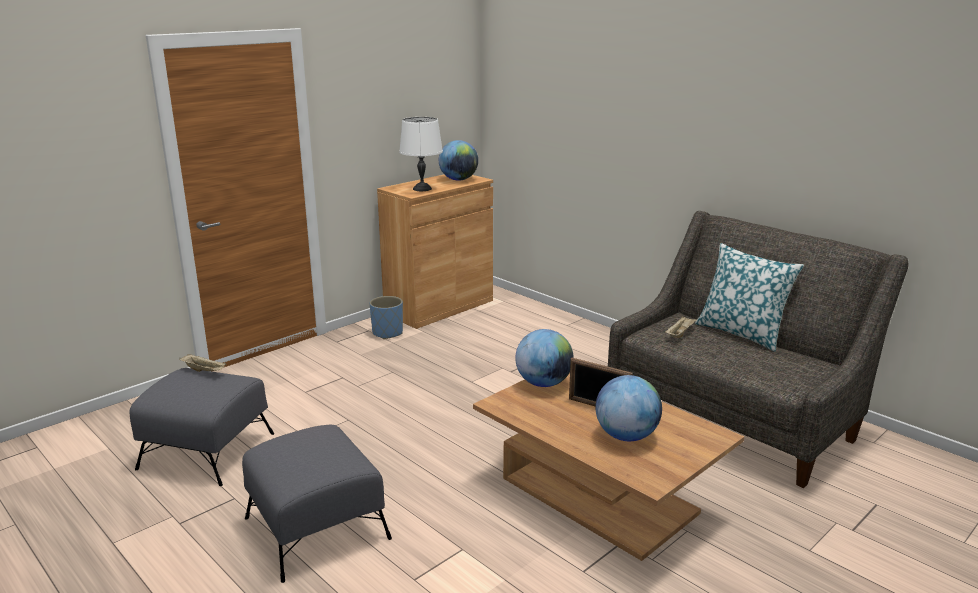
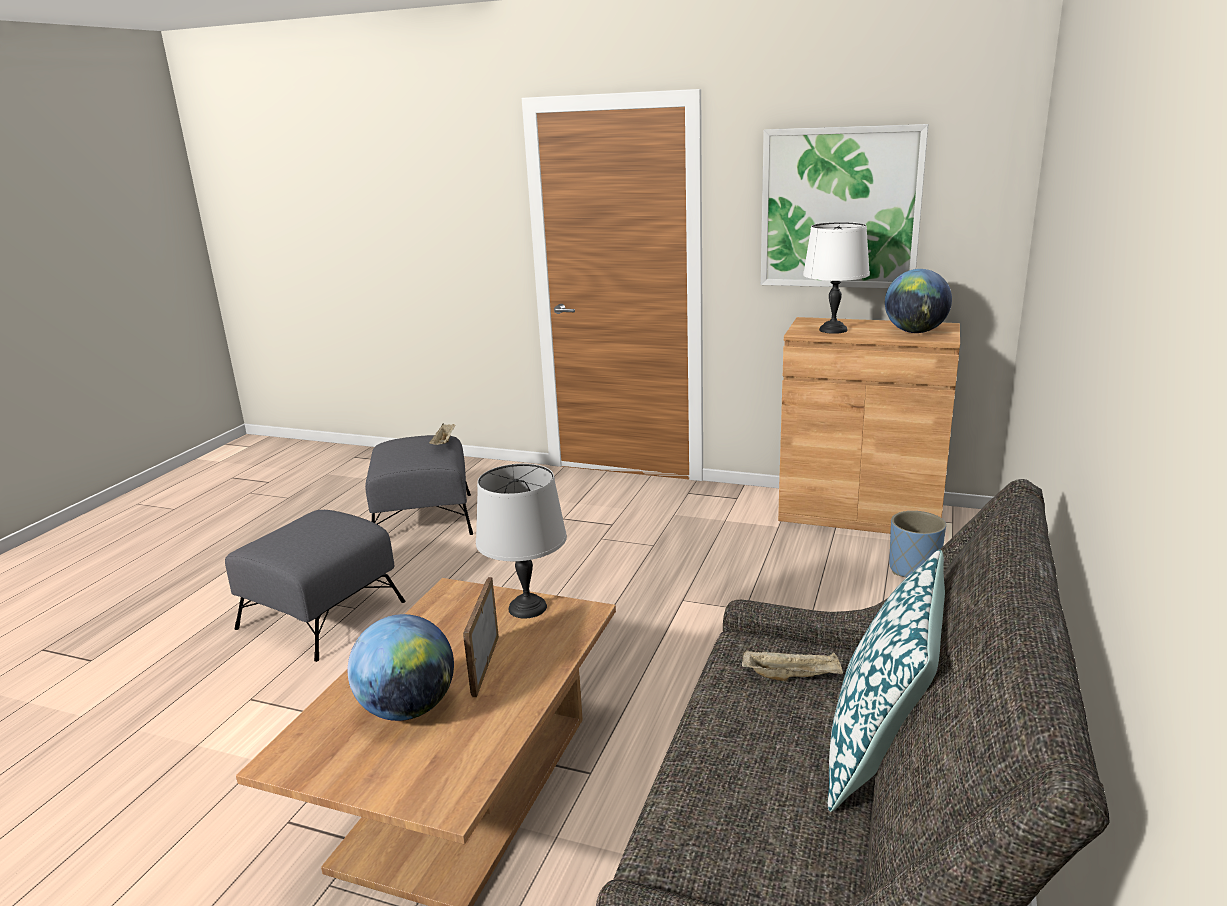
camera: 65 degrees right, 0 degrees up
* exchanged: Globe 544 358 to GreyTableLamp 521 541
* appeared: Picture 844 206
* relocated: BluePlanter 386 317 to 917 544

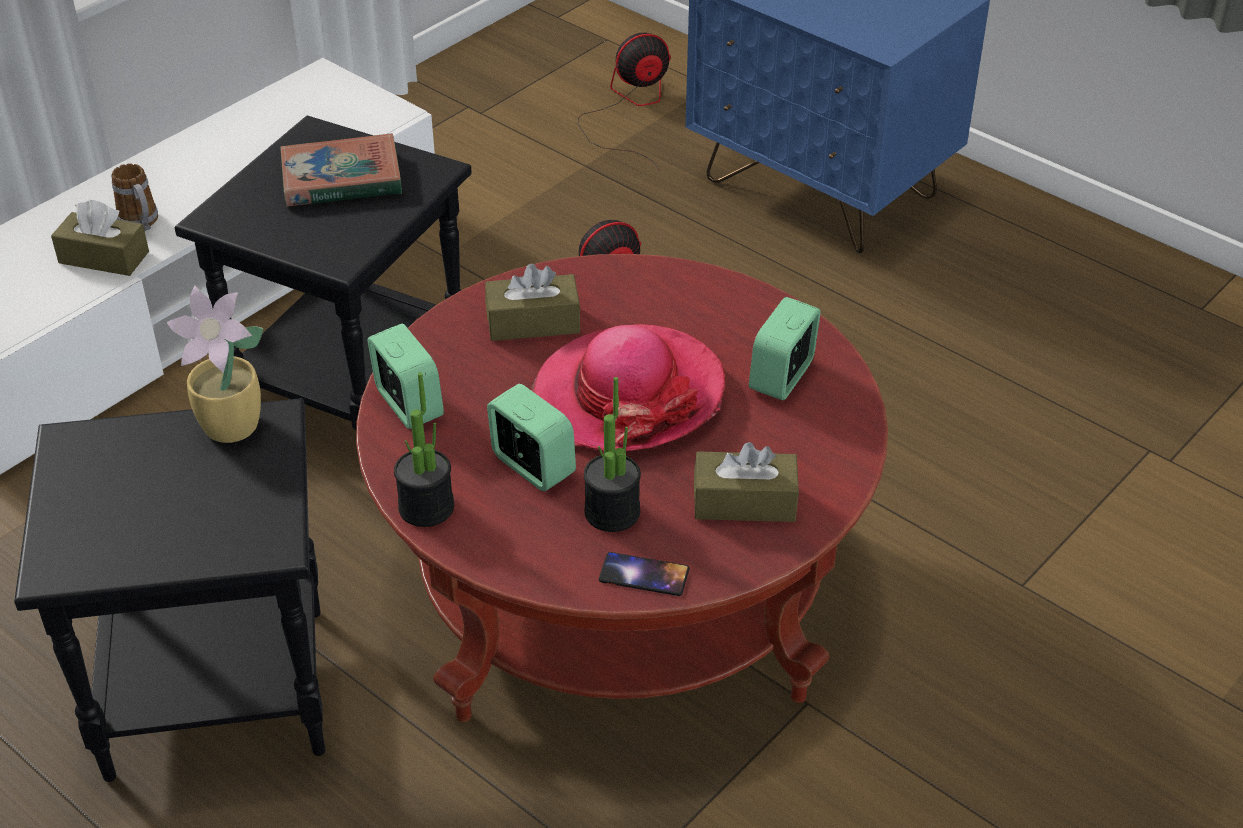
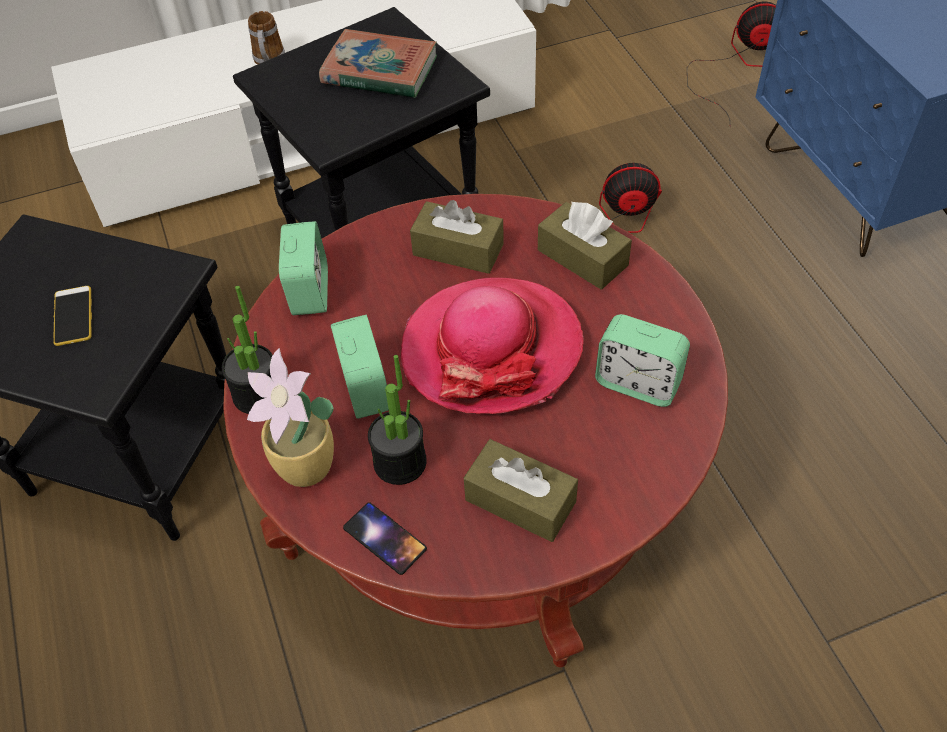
camera: 30 degrees right, 10 degrees up
* appeared: Phone 72 316
* relocated: PottedPlant 215 364 to 290 417
* relocated: BrownTissueBox 100 238 to 585 245
* spun: AlarmClock 785 348 = 642 360 120 degrees counterclockwise

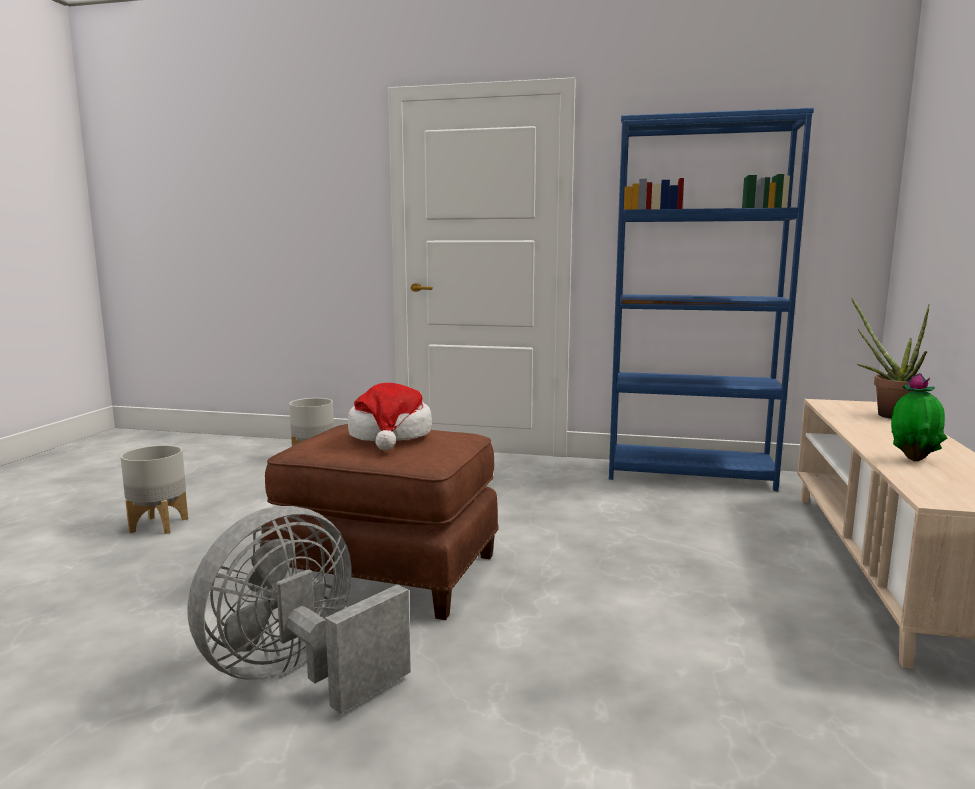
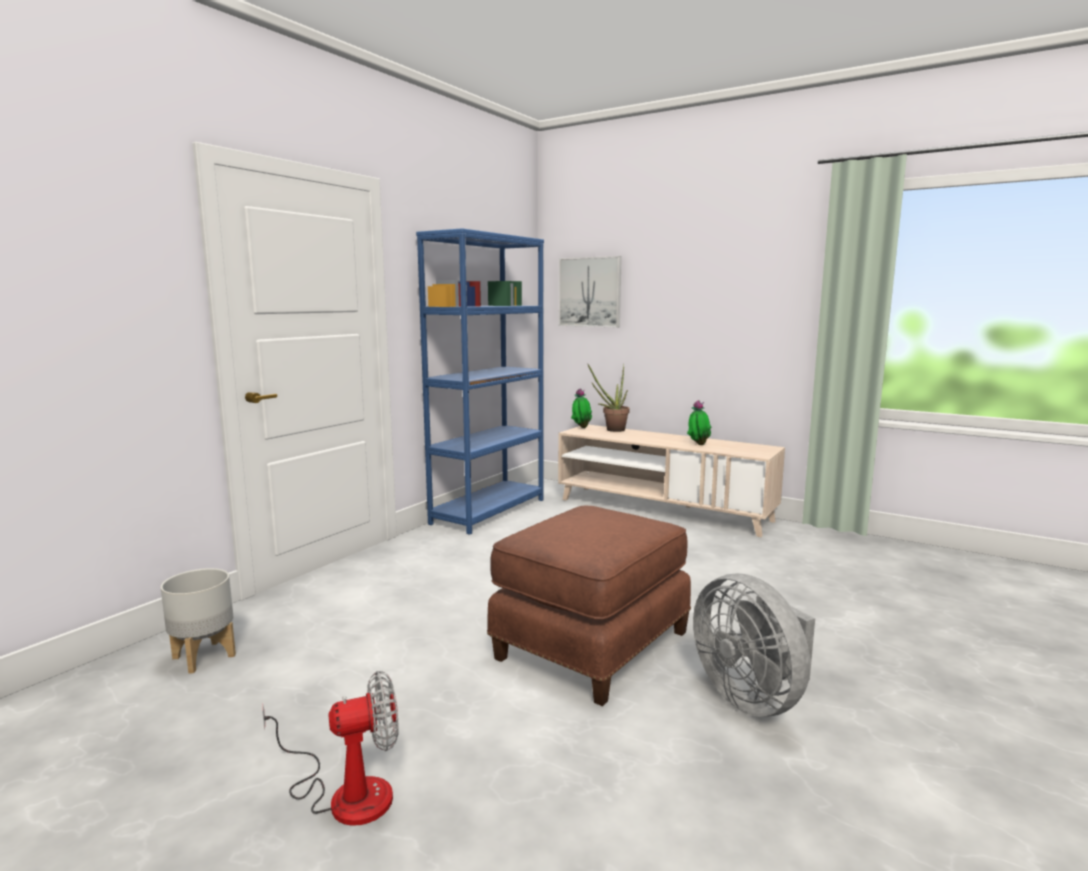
camera: 70 degrees left, 0 degrees up
* exchanged: GreyPlanter 154 489 to Fan 330 748
* appeared: Picture 590 291
* appeared: PottedPlant 581 408
* missing: Hat 390 416

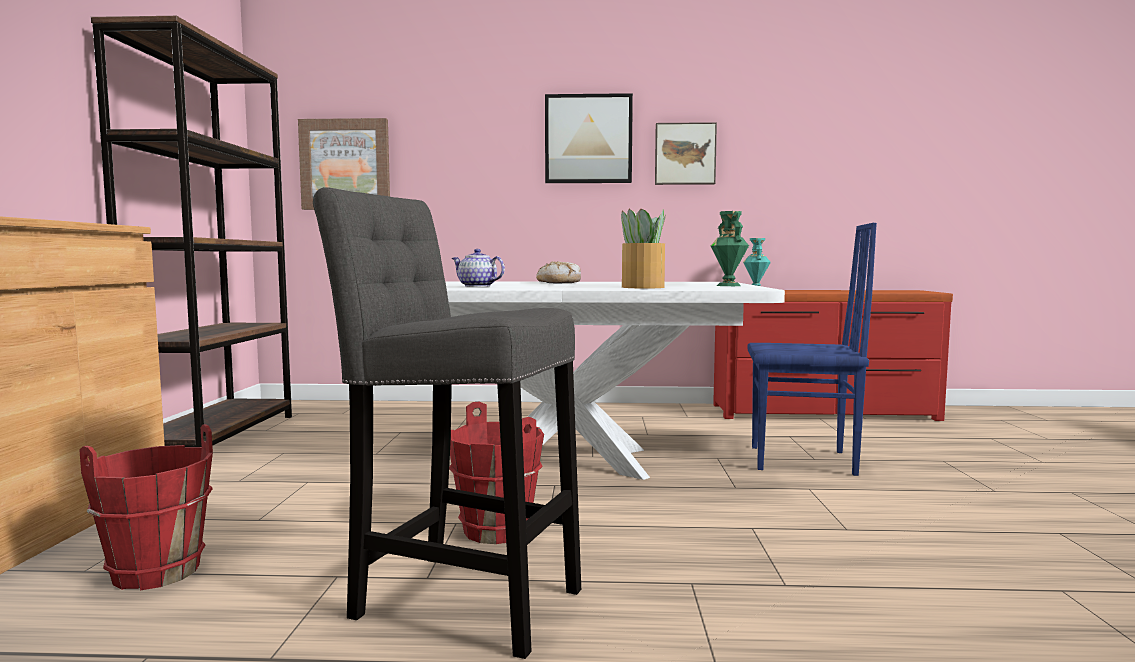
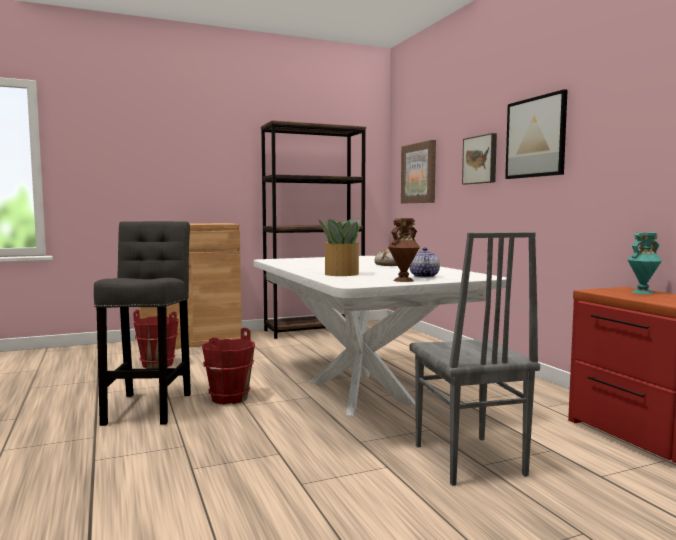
camera: 65 degrees right, 0 degrees up
* colour: GreenVase 730 248 to BrownVase 404 250
* colour: BlueChair 812 349 to GreyChair 474 359
* relocated: Teapot 478 268 to 425 262
* relocated: Picture 686 153 to 479 158

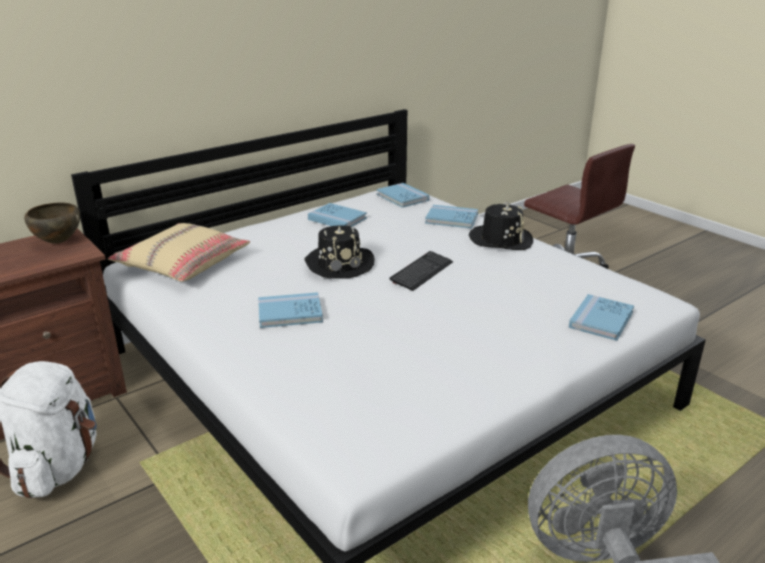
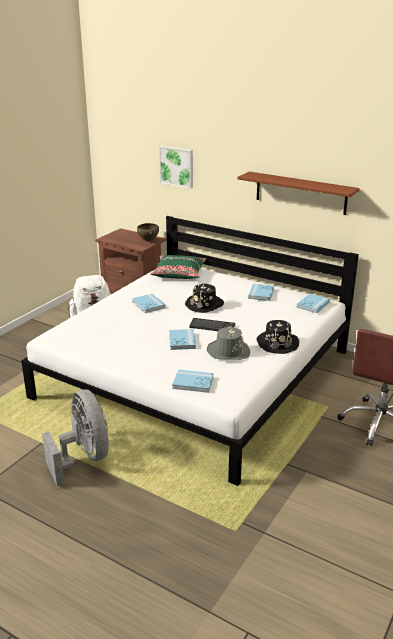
camera: 70 degrees right, 0 degrees up
* colour: BeigePillow 179 252 to GreenPillow 178 267
* appeared: Picture 176 167
* relocated: BlueBook 451 216 to 182 339
* appeared: GreyHat 228 343
* appeared: BrownShelf 299 193

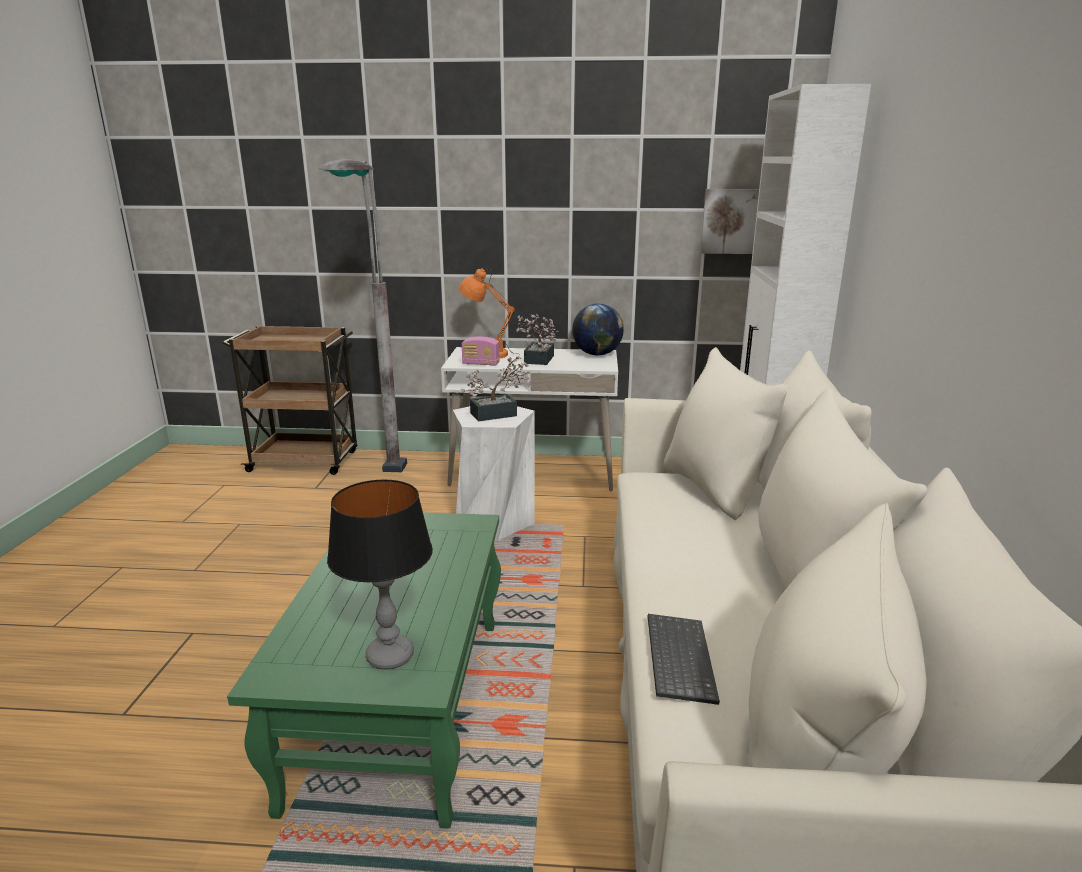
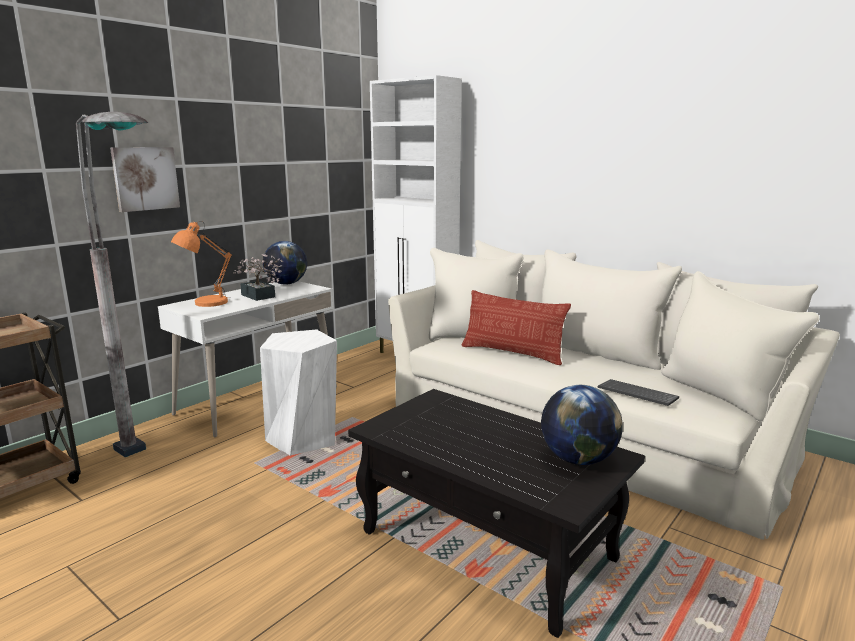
camera: 55 degrees left, 5 degrees down
* relocated: Picture 729 221 to 145 179
* colour: GreenCoffeeTable 364 670 to BlackCoffeeTable 496 513
* appeared: Pillow 516 327
* exchanged: TableLamp 380 575 to Globe 582 425
* missing: PottedPlant 496 389
* missing: Radio 481 351

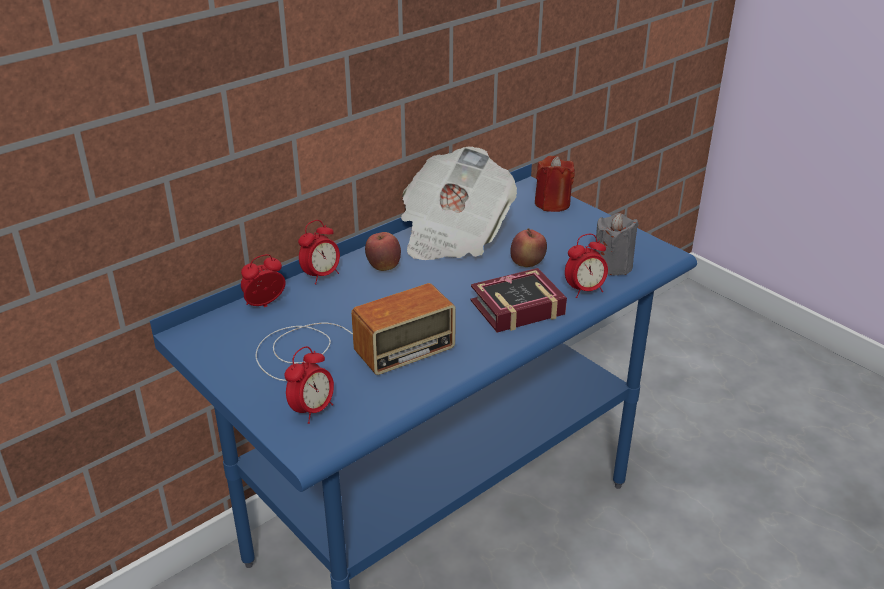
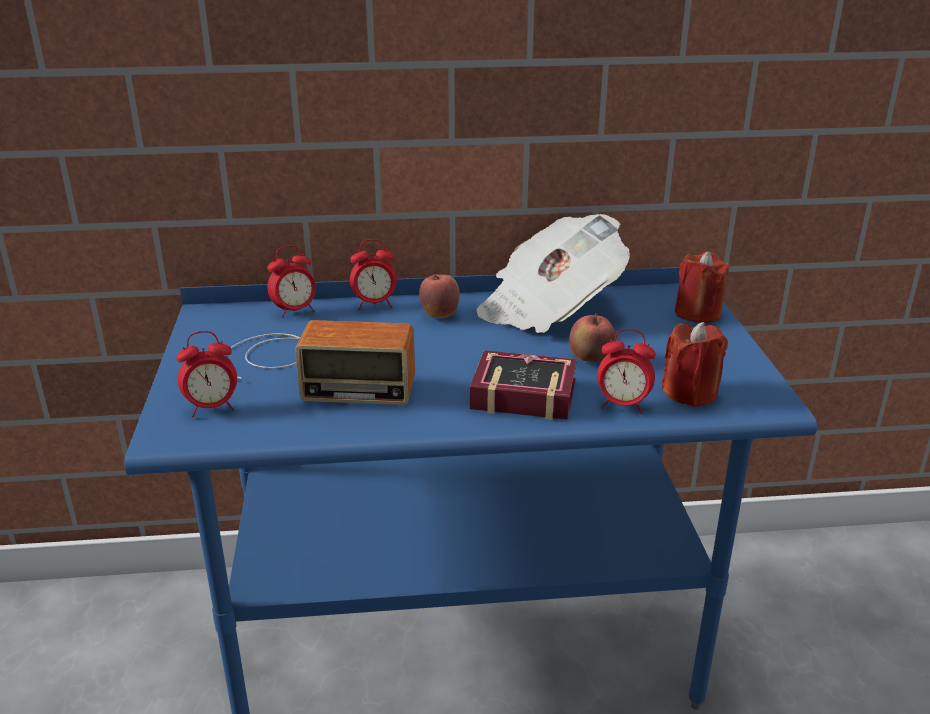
camera: 35 degrees right, 5 degrees down
* spun: AlarmClock 263 280 = 292 281 150 degrees clockwise
* colour: GreyCandle 617 244 to RedCandle 694 364

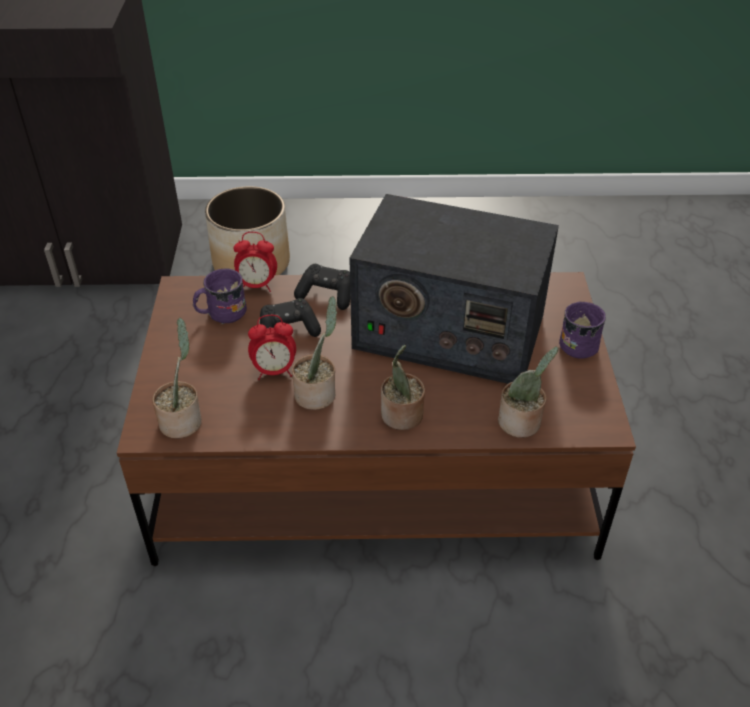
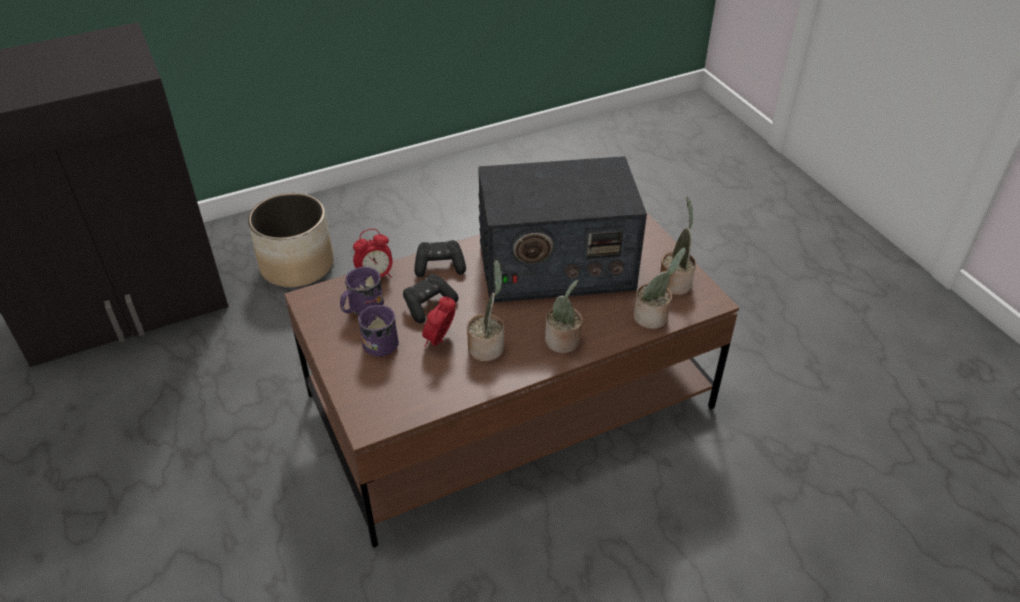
camera: 25 degrees left, 0 degrees up
* relocated: PurpleMug 582 330 to 378 331
* spun: AlarmClock 272 347 = 439 321 150 degrees clockwise
* relocated: PottedPlant 177 378 to 678 245

